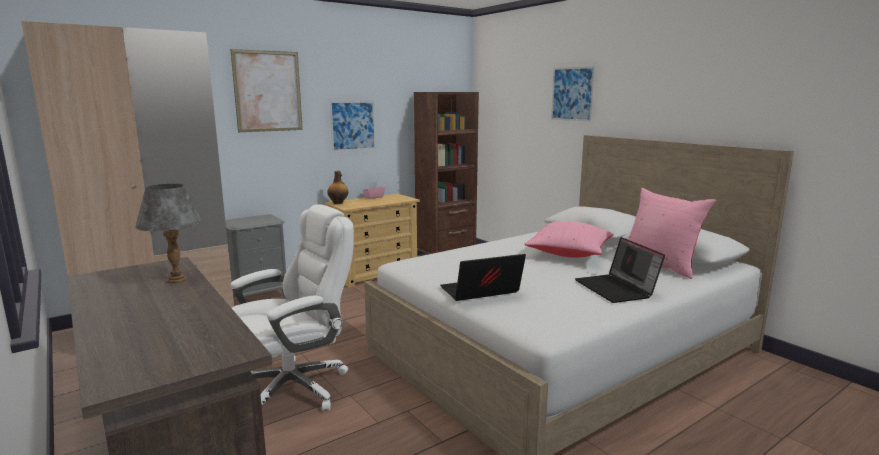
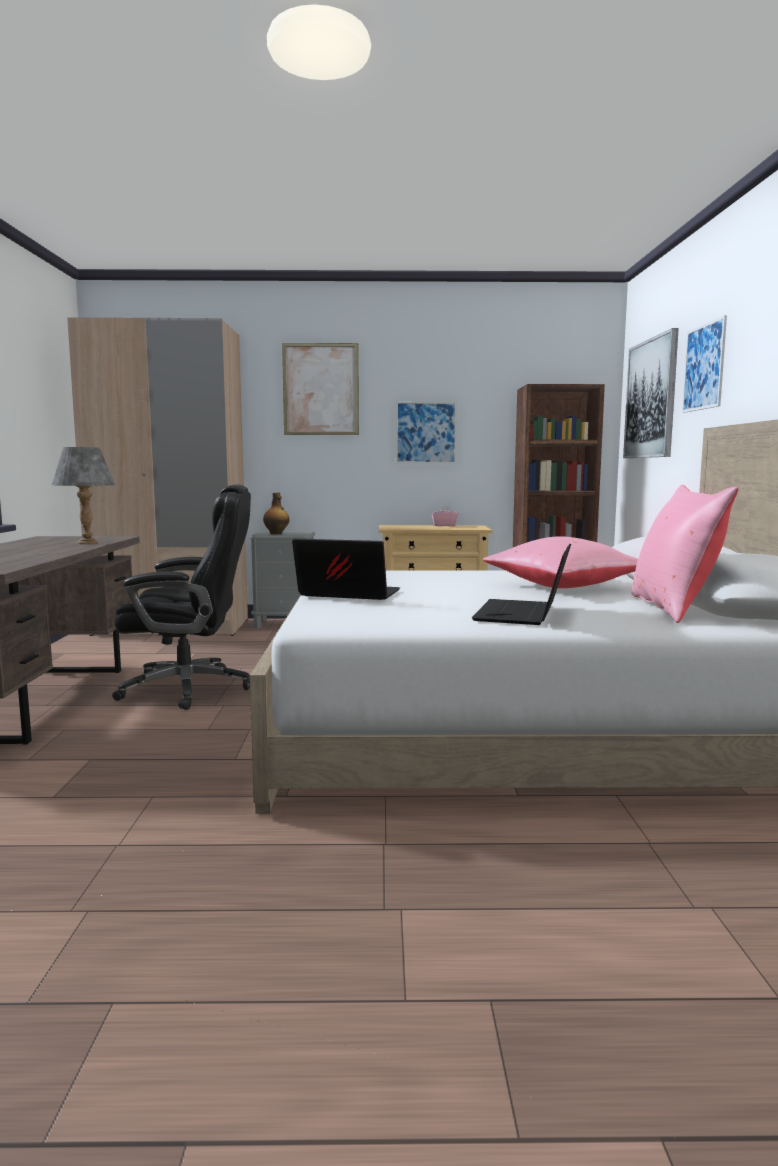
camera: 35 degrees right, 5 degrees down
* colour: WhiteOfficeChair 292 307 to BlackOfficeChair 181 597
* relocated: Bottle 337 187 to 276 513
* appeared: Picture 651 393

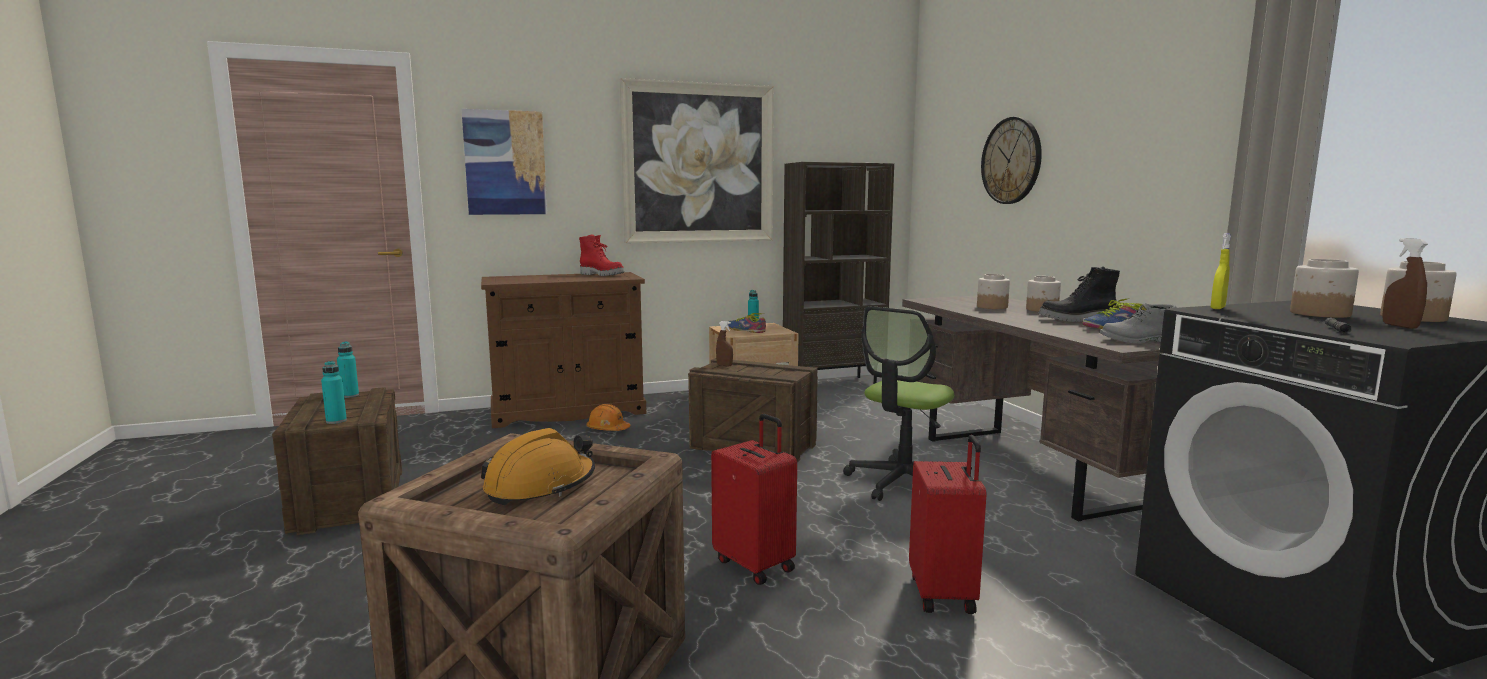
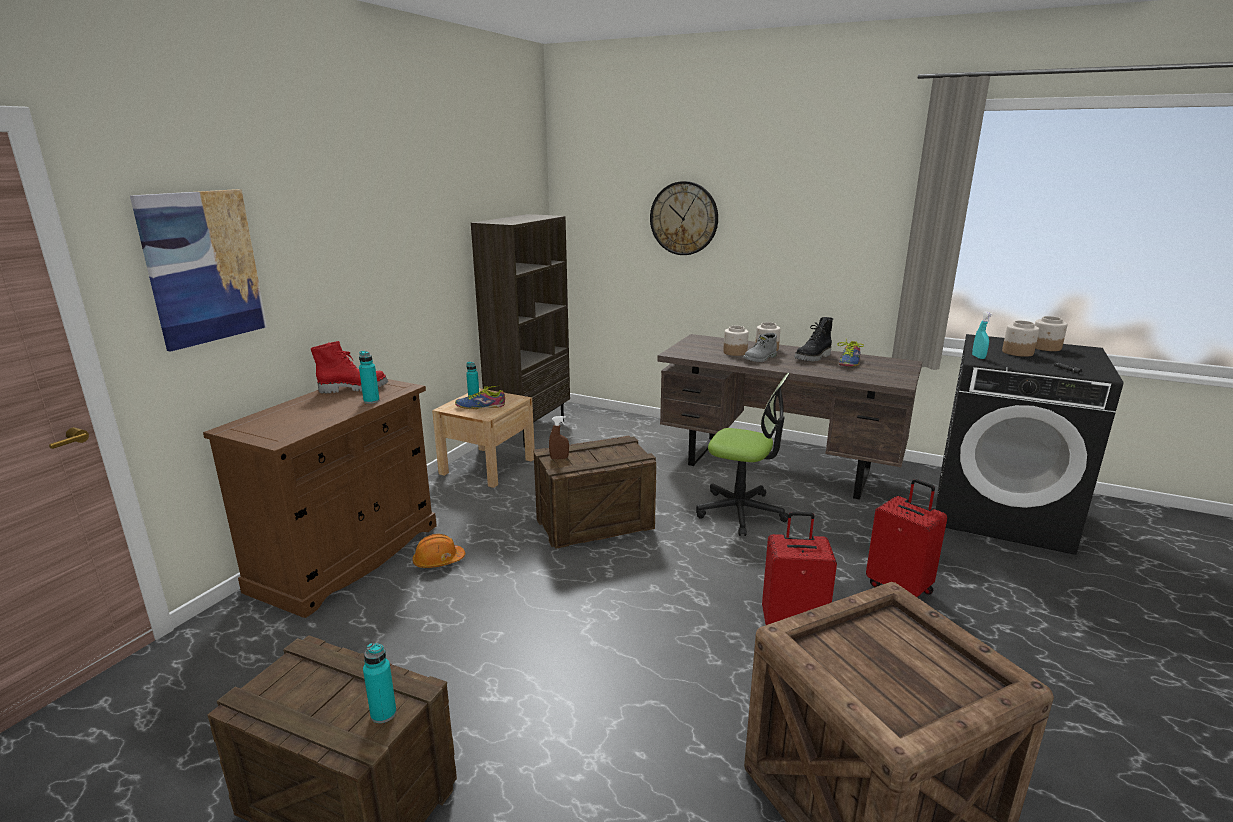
camera: 45 degrees left, 10 degrees up
* relocated: TurquoiseBottle 348 369 to 369 377
* spun: OfficeChair 898 403 = 743 454 60 degrees counterclockwise
* relocated: GreyBoot 1138 323 to 760 347
* colour: YellowSprayBottle 1221 271 to TurquoiseSprayBottle 982 335
* missing: OrangeHardHat 538 466
* missing: Picture 697 160
* missing: BrownSprayBottle 1405 283

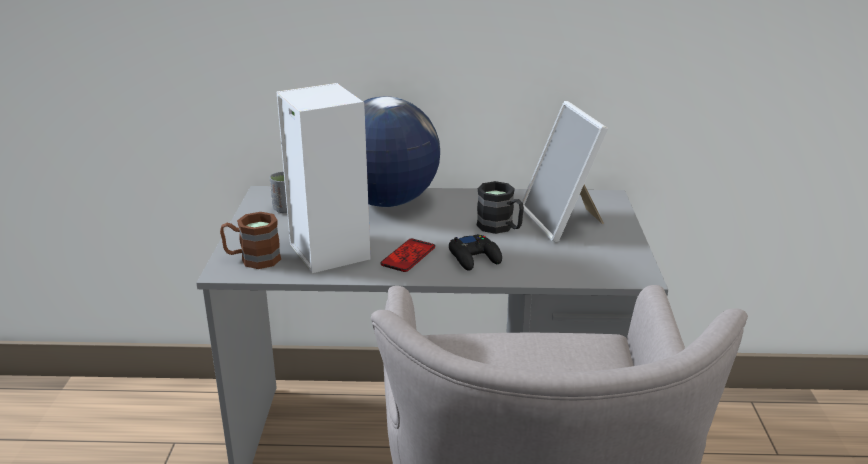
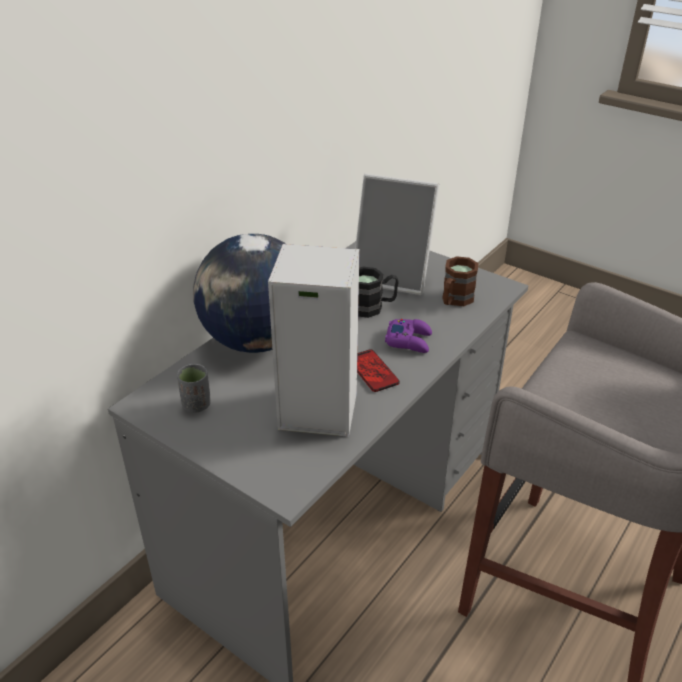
camera: 55 degrees left, 10 degrees up
* colour: BlackGameController 475 252 to PurpleGameController 408 336
* relocated: BrownMug 250 240 to 460 281

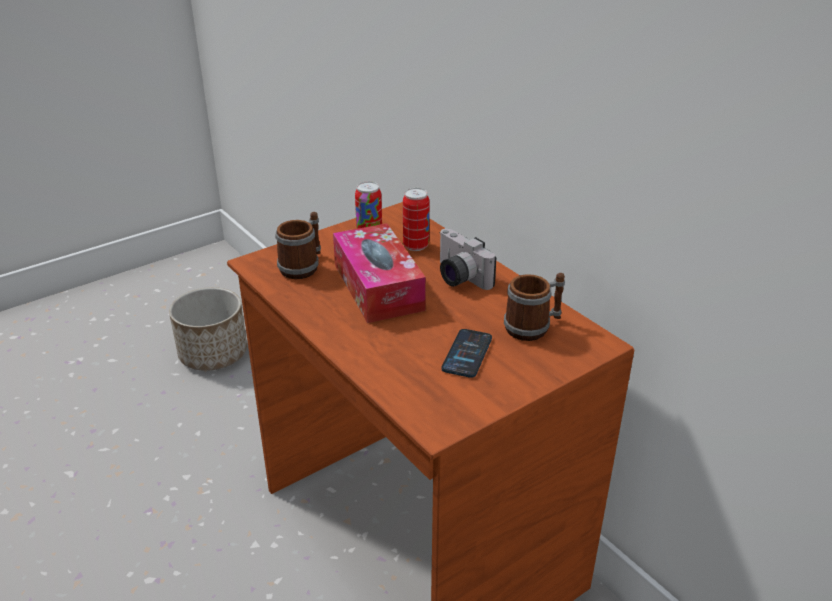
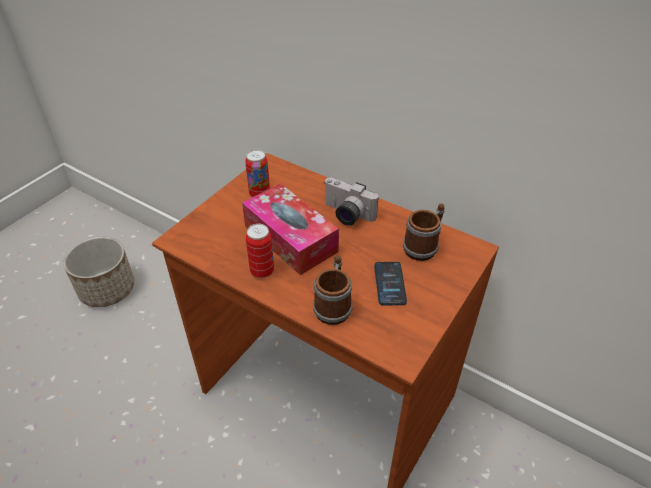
camera: 20 degrees left, 10 degrees up
* relocated: Can 416 219 to 260 251
* relocated: Mug 298 245 to 332 290

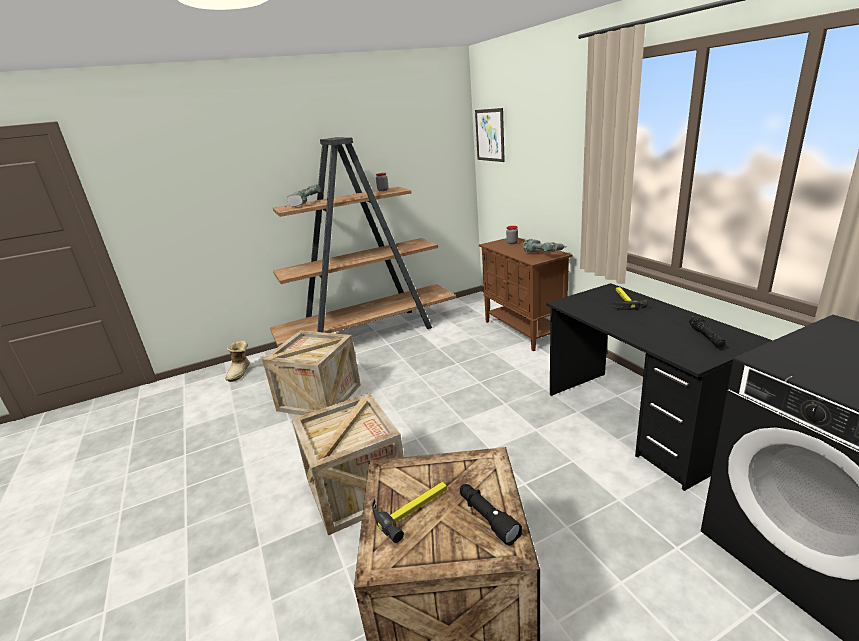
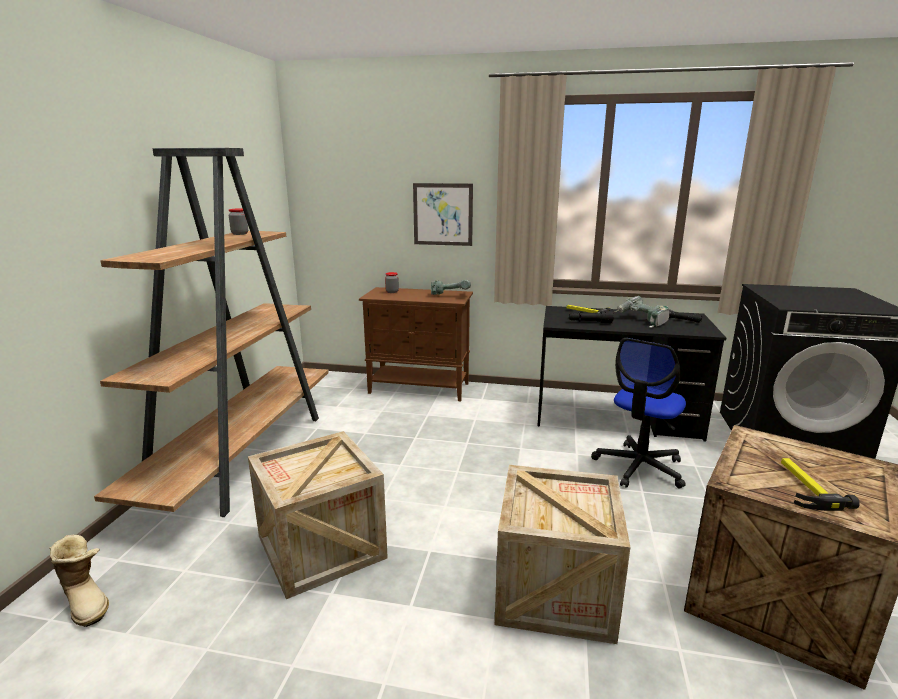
camera: 55 degrees left, 5 degrees down
* relocated: Picture 490 135 to 443 214
* relocated: BlackFlashlight 491 515 to 591 317
* appeared: OfficeChair 638 413
* relocated: PowerDrill 303 195 to 642 312

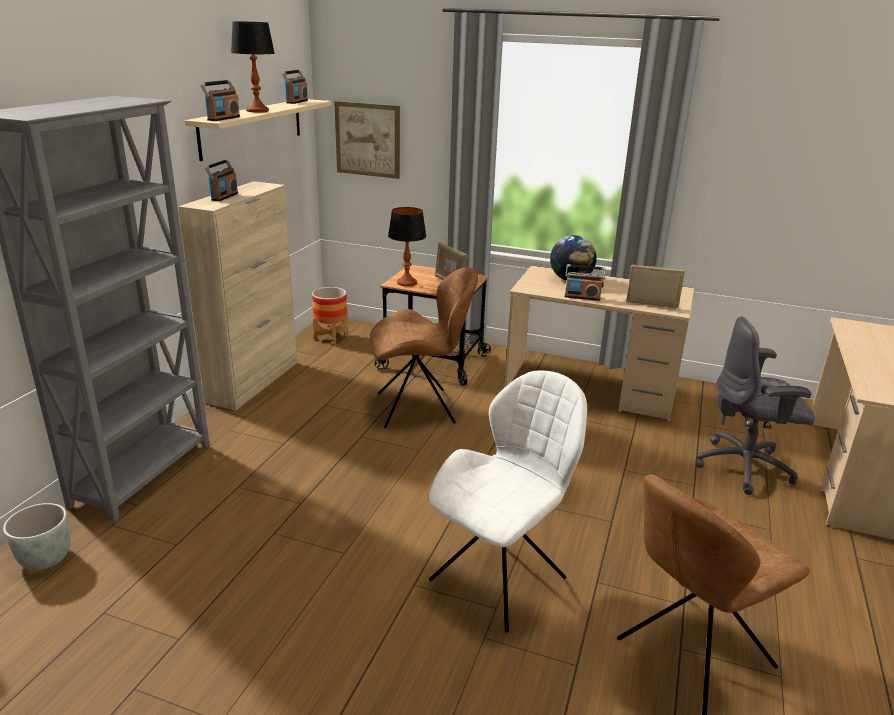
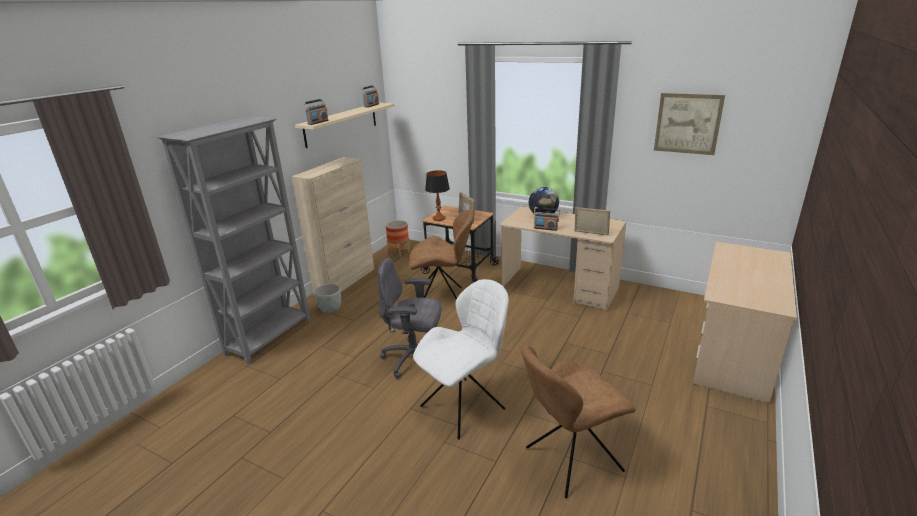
camera: 10 degrees right, 0 degrees up
* relocated: GreyPlanter 36 536 to 327 298
* relocated: GreyOfficeChair 755 405 to 410 318
* relocated: Picture 367 140 to 689 124
* missing: Radio 221 180
* missing: TableLamp 253 66

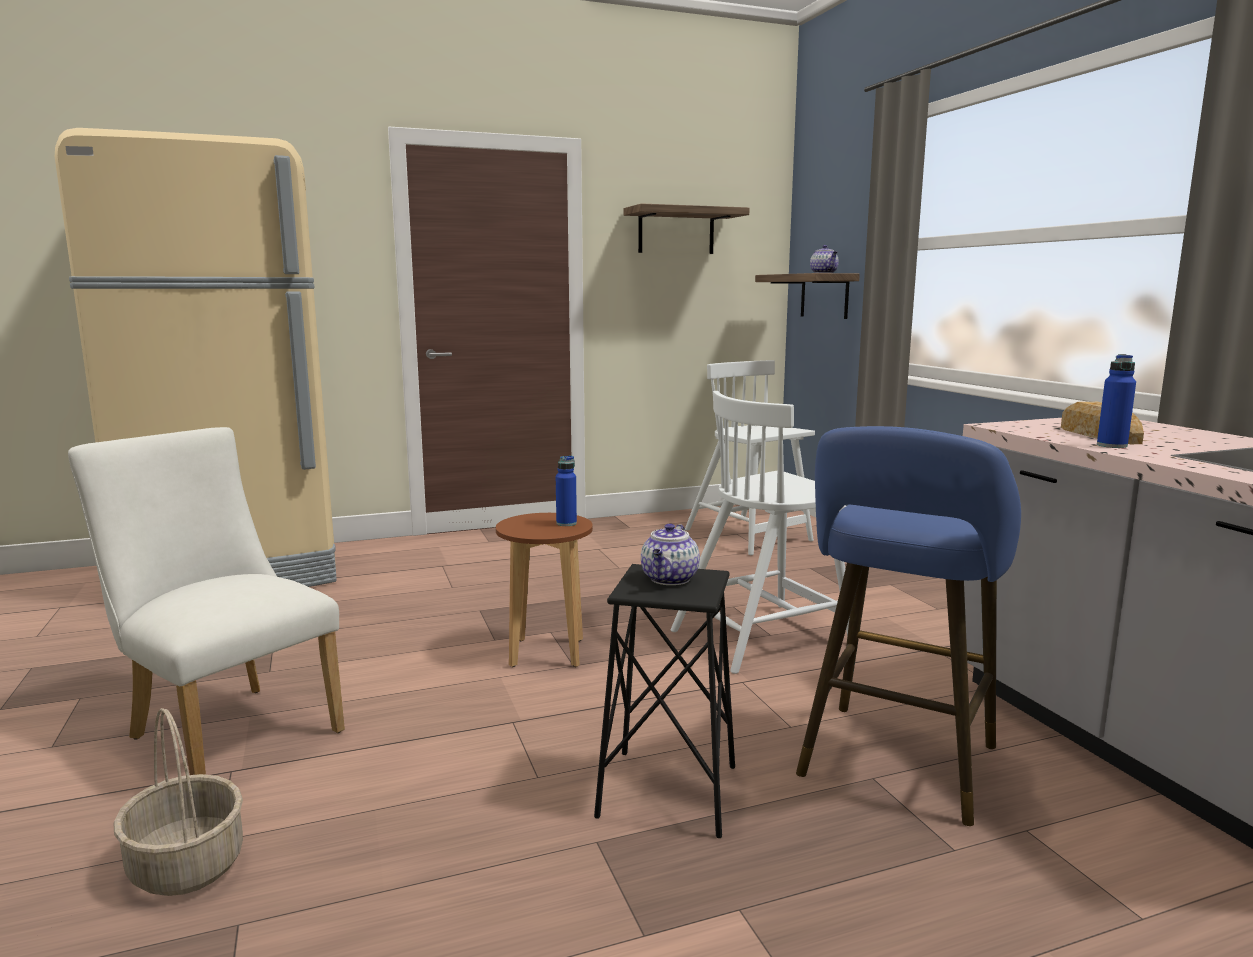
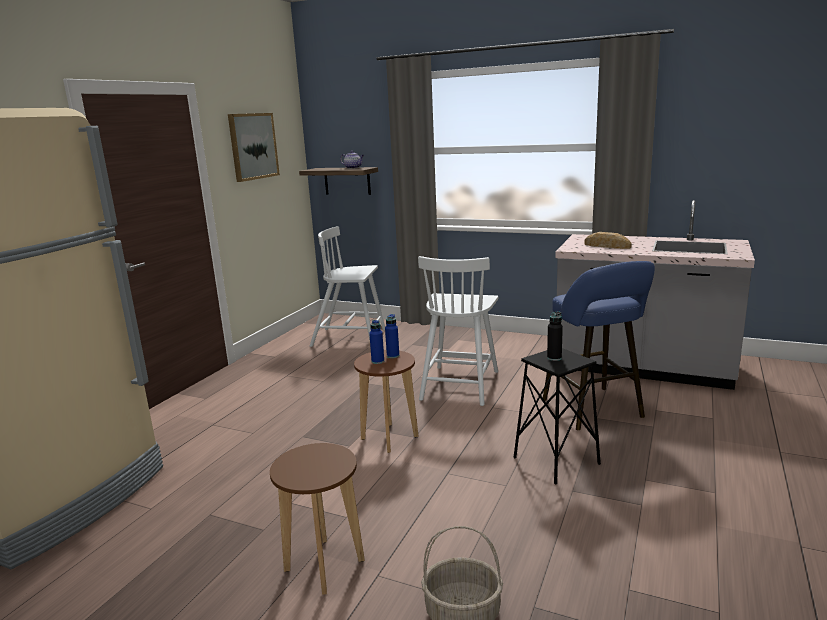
camera: 45 degrees left, 5 degrees up
* exchanged: Shelf 686 228 to Picture 254 147
* exchanged: WhiteChair 206 601 to BrownStool 317 519
* relocated: BlueBottle 1116 401 to 376 342
* exchanged: Teapot 670 554 to BlackBottle 555 336

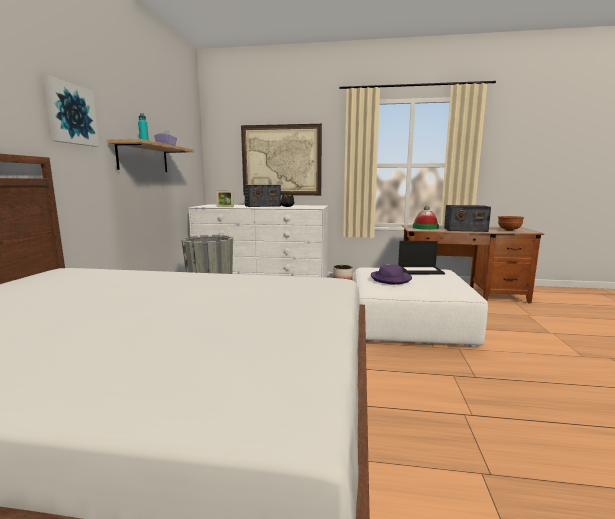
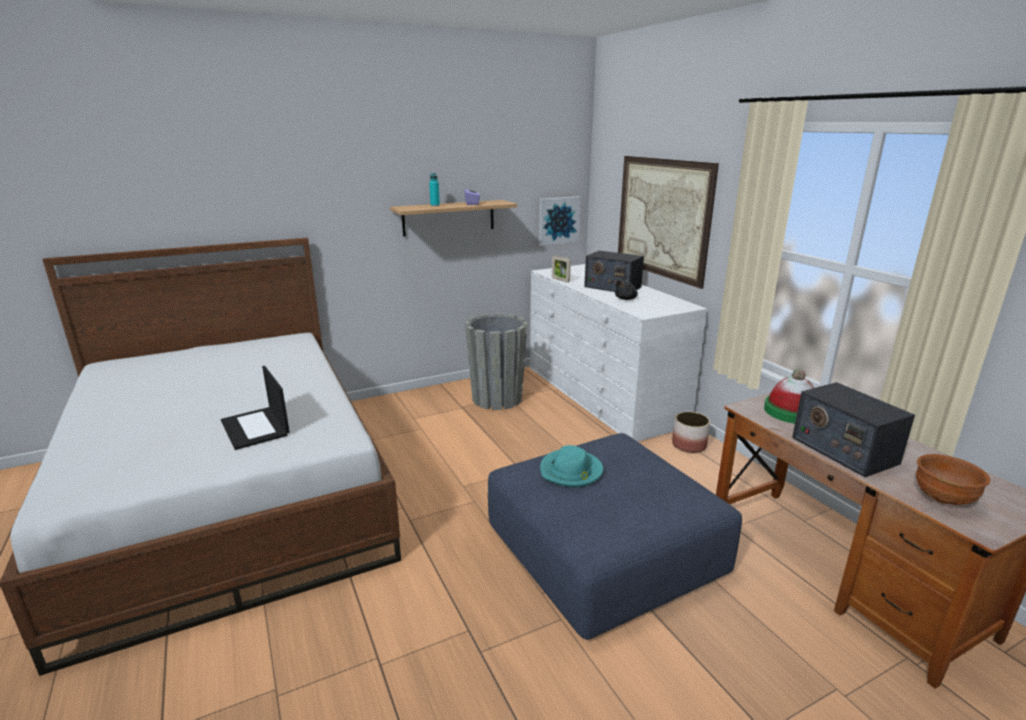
camera: 55 degrees right, 10 degrees up
* relocated: Laptop 421 258 to 255 408
* colour: WhiteOttoman 421 307 to BlueOttoman 615 536
* relocated: Picture 71 111 to 560 221
* colour: PurpleHat 391 274 to TurquoiseHat 571 466

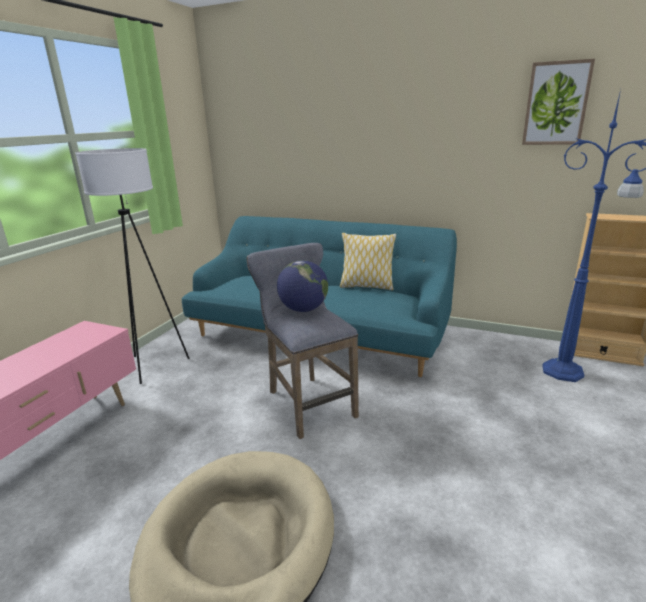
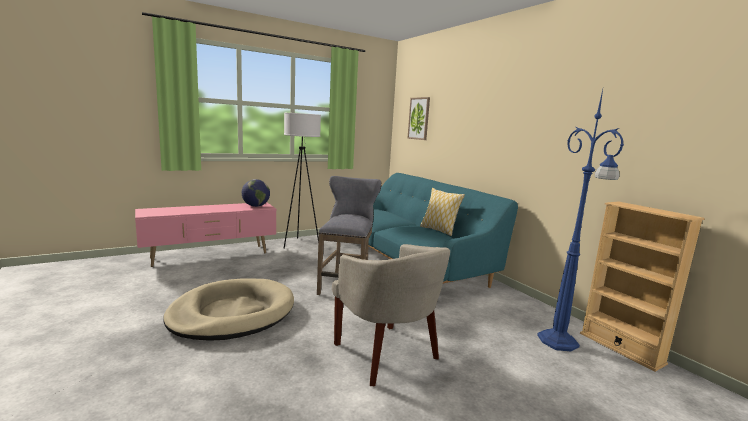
camera: 35 degrees right, 10 degrees down
* relocated: Globe 302 286 to 256 193
* appeared: BeigeArmchair 391 315
* relocated: Picture 558 102 to 419 118

